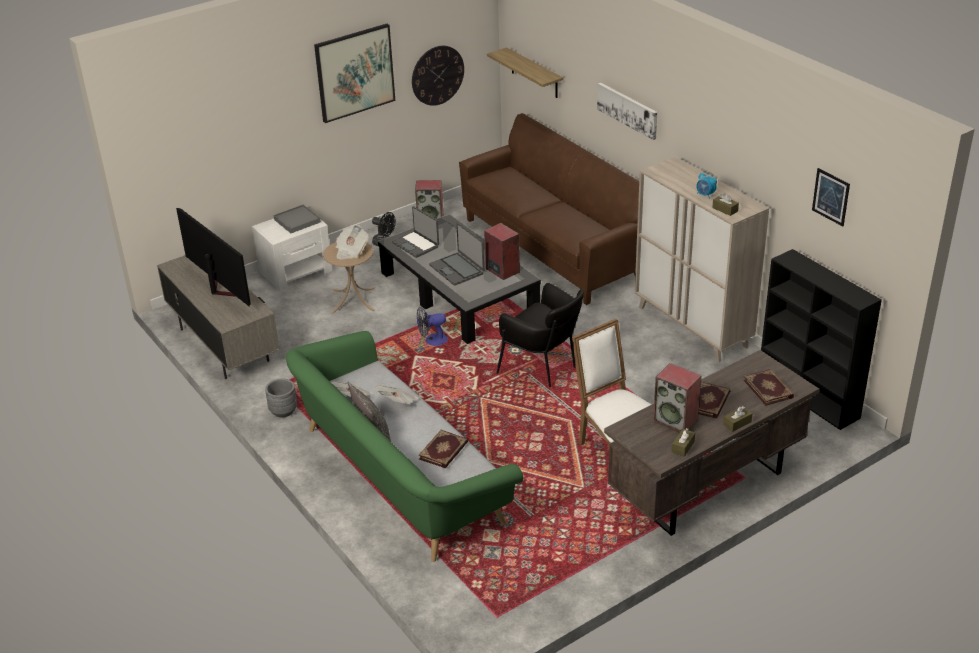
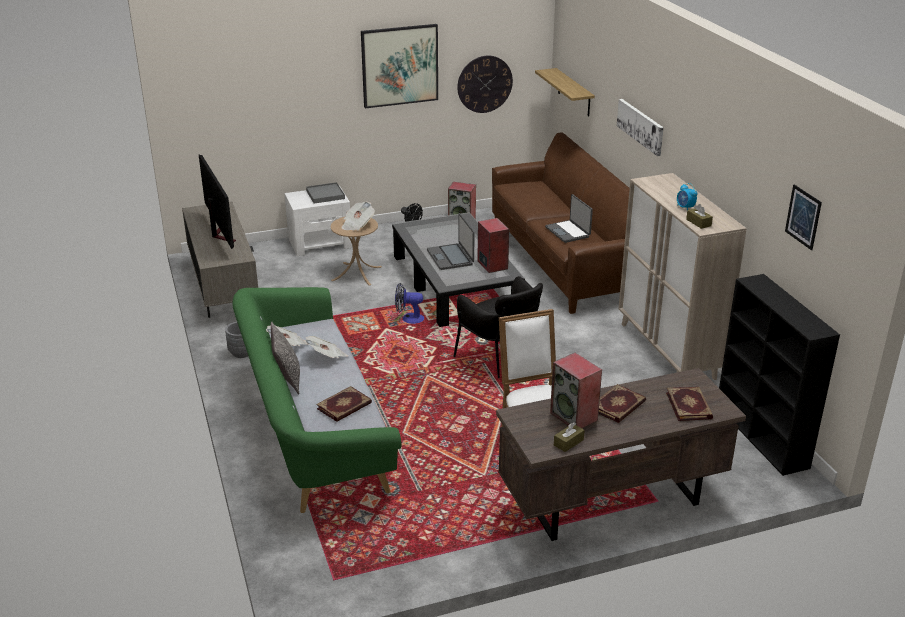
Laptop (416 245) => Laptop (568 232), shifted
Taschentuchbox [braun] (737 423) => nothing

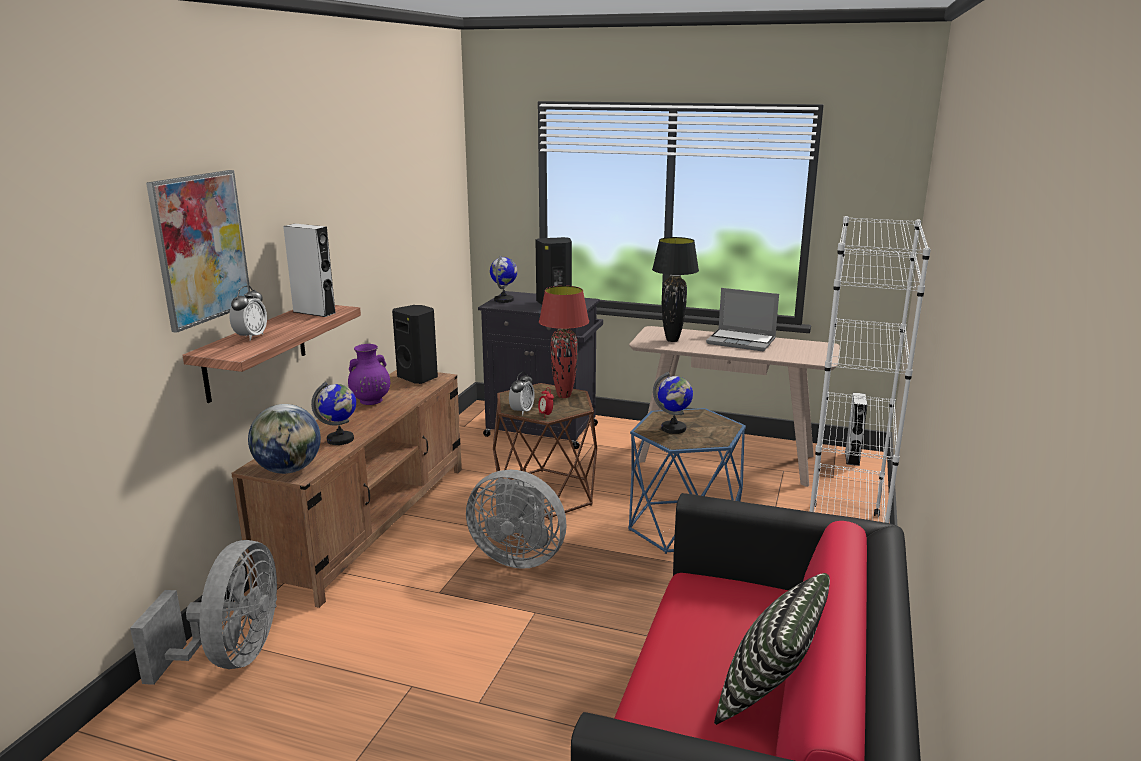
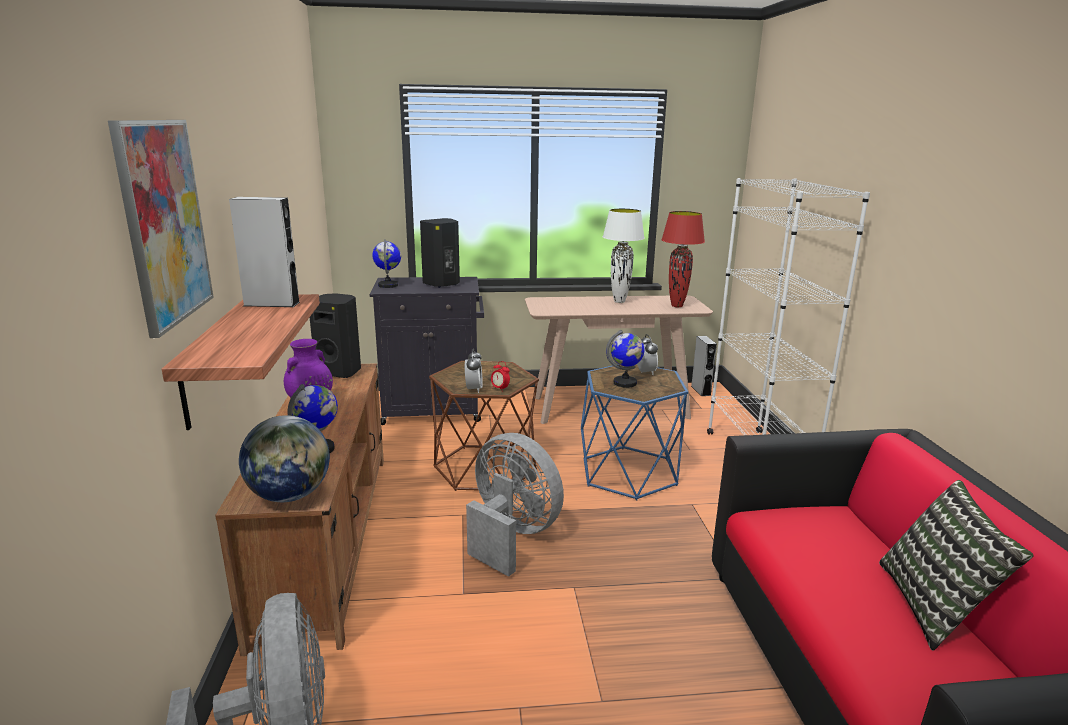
Tischlampe [schwarz] (672 340) => nothing
Wecker (251 337) => Wecker (645 372), shifted
Tischlampe [rot] (564 396) => Tischlampe [rot] (676 306), shifted
Laptop (742 341) => Tischlampe [weiß] (619 301)
Ventilator [grau] (518 556) => Ventilator [grau] (511 535), 135 degrees counterclockwise

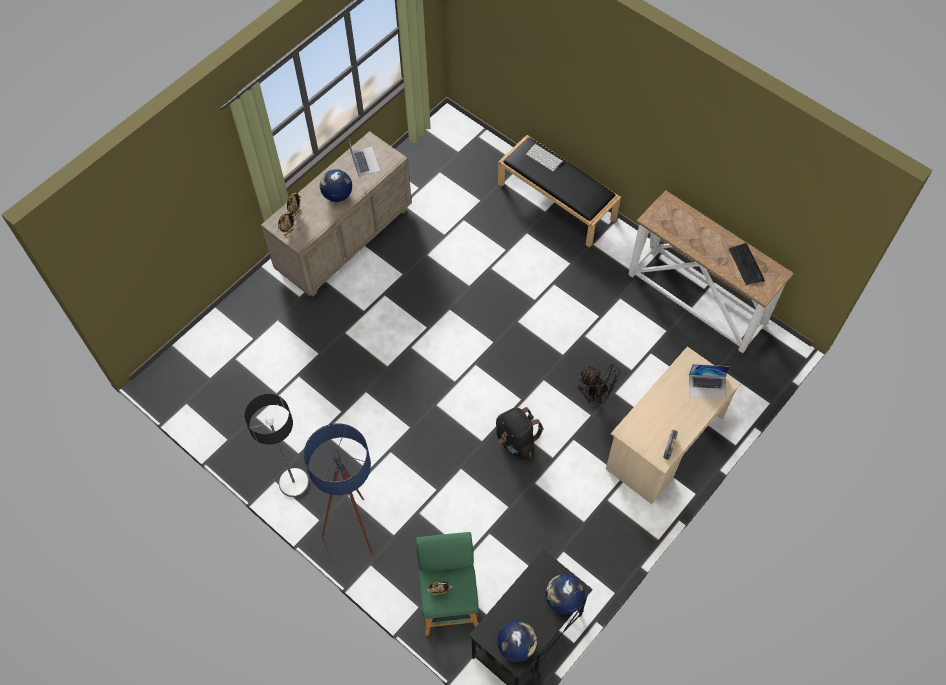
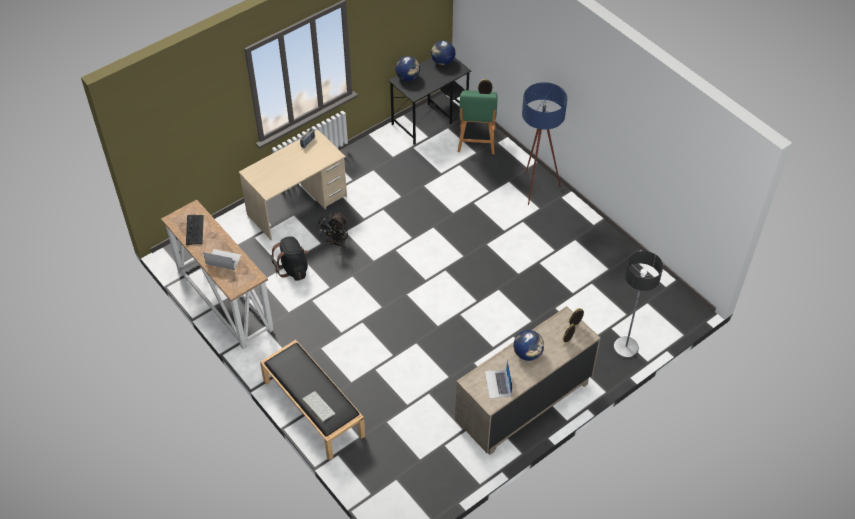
Ventilator [schwarz] (596 396) => Ventilator [schwarz] (336 243), 105 degrees counterclockwise
Laptop (707 386) => Laptop (223 259), shifted
Stehlampe (294 482) => Stehlampe (625 347), shifted
Rucksack [schwarz] (516 441) => Rucksack [schwarz] (293 268), shifted

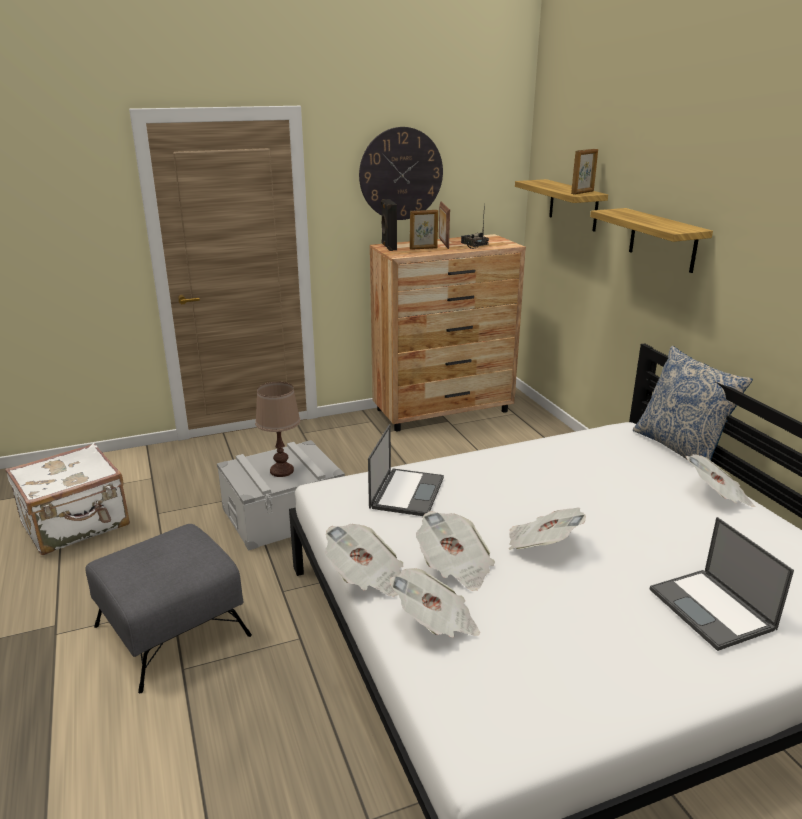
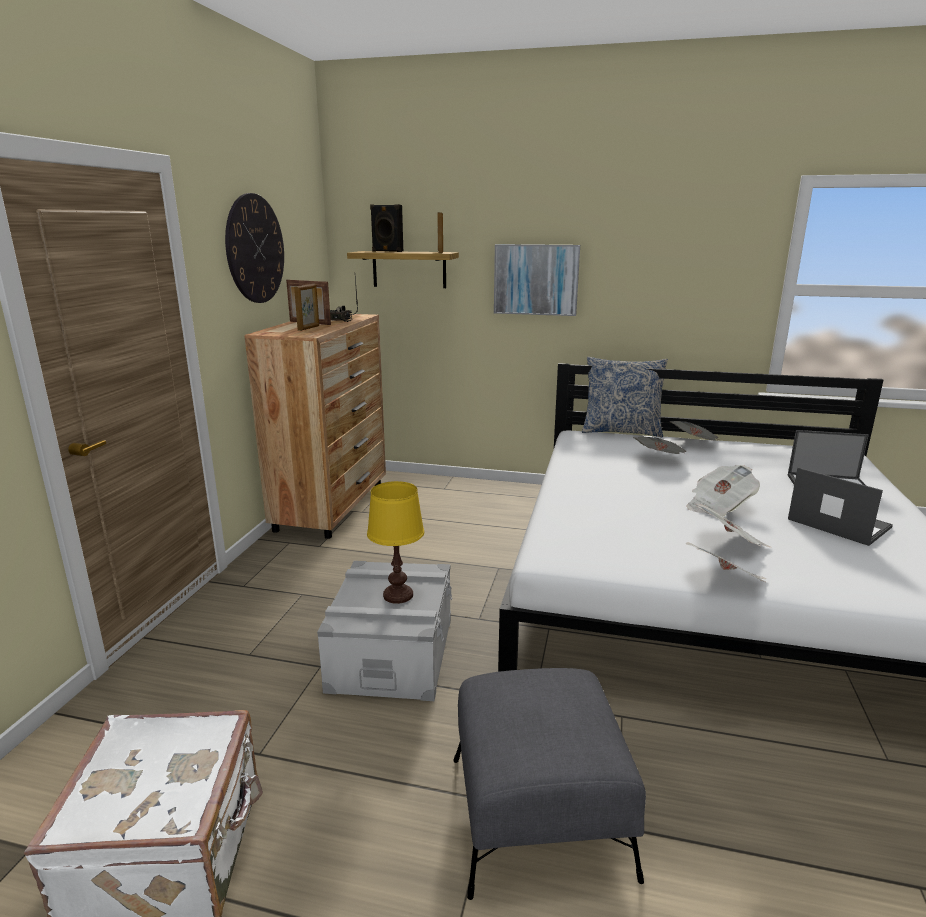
Lautsprecher [schwarz] (388 247) => Lautsprecher [schwarz] (387 251), shifted
Wandregal (662 240) => Bild (536 279)
Tischlampe [braun] (282 471) => Tischlampe [gelb] (398 595)
Laptop (407 492) => Laptop (837 523), shifted
Zeitung (435 623) => Zeitung (659 459), shifted

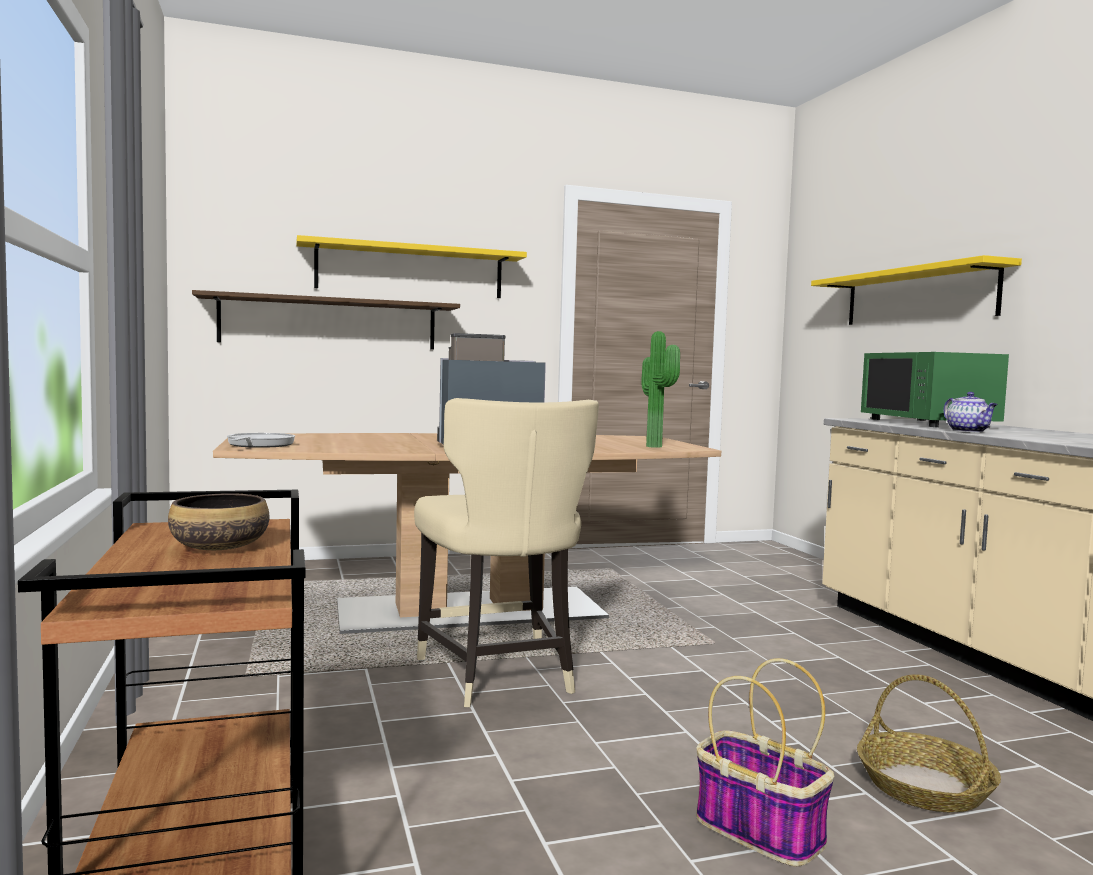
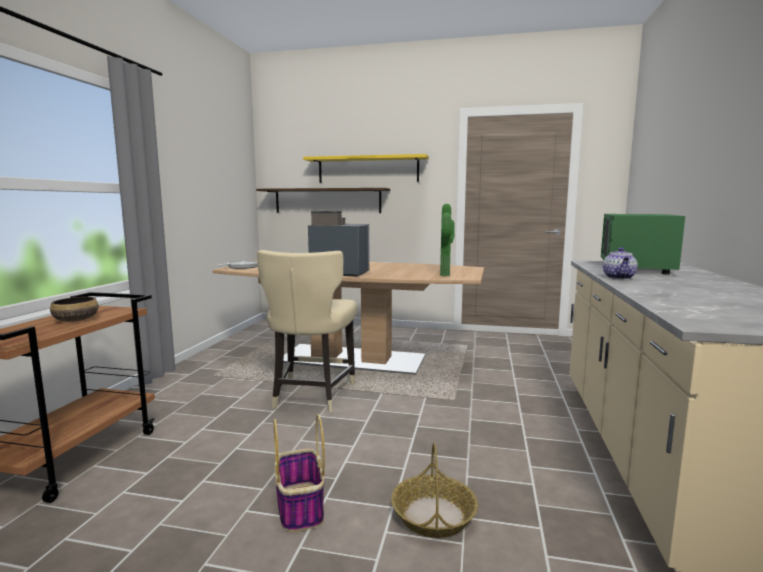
Wandregal [gelb] (918 296) => nothing

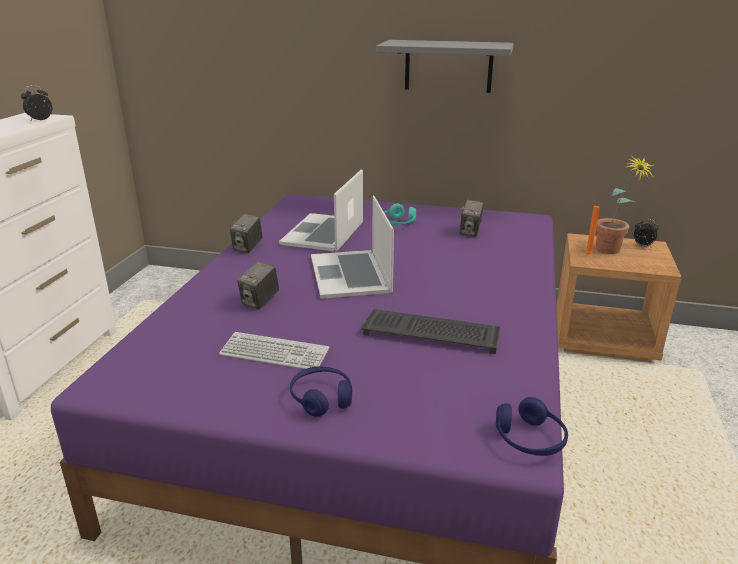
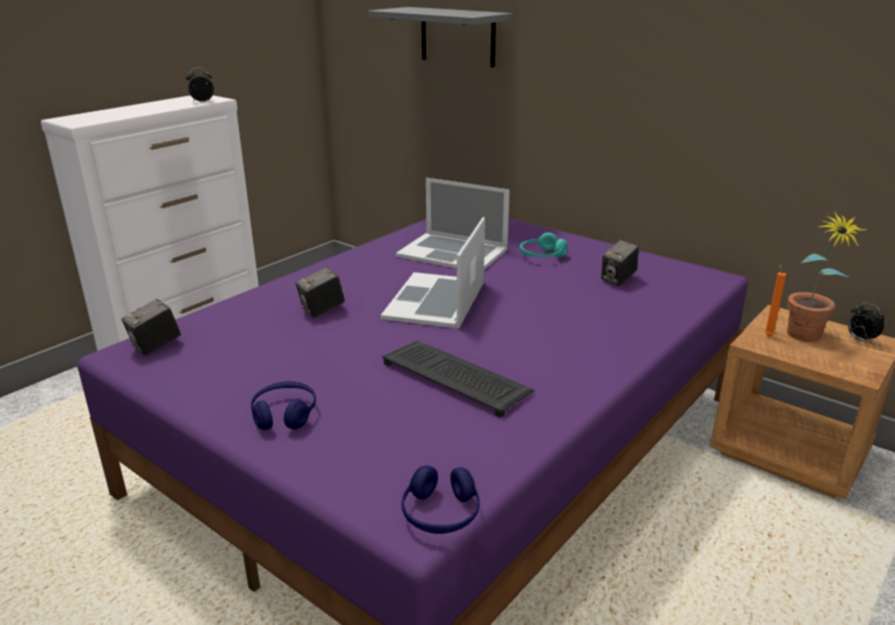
Wandregal [grau] (448 66) => Wandregal [grau] (457 36), shifted
Laptop (323 233) => Laptop (453 252), 105 degrees counterclockwise
Kamera (248 248) => Kamera (155 346), shifted
Tastatur (274 353) => nothing

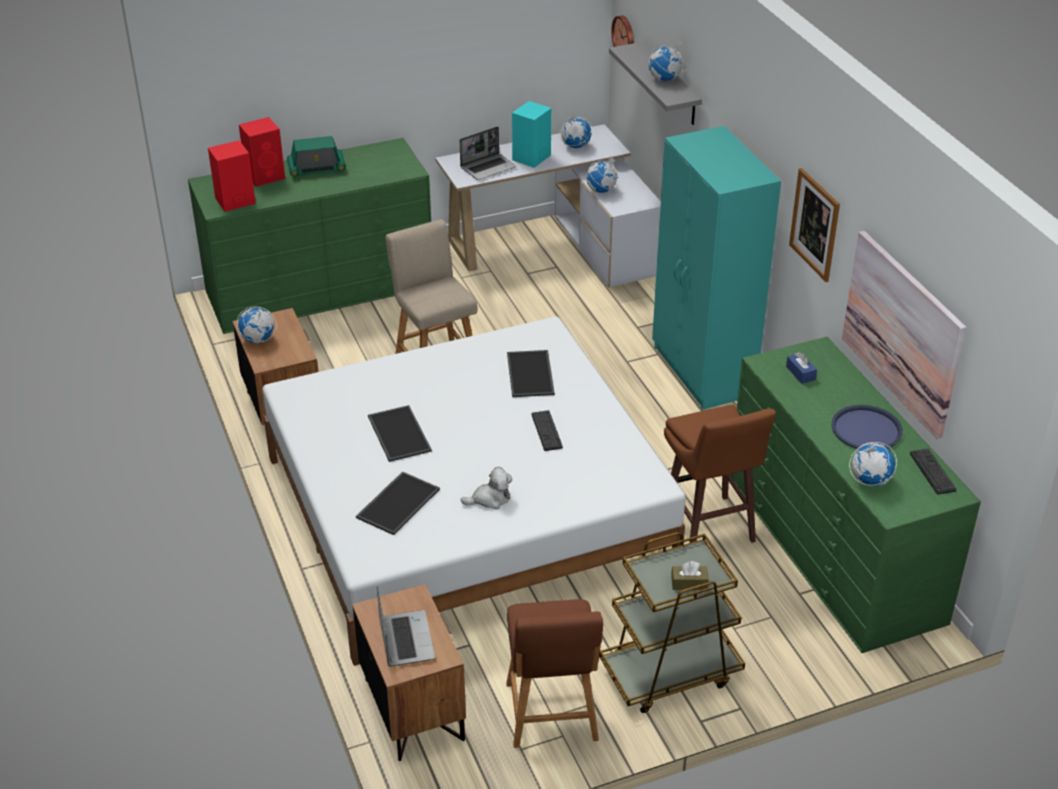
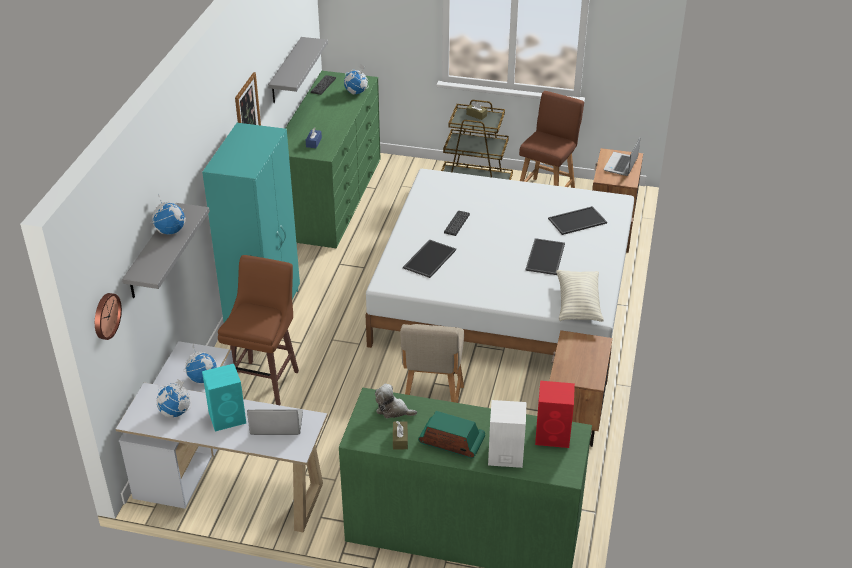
Lautsprecher [rot] (266 176) => Lautsprecher [weiß] (504 455)
Bild (902 332) => Wandregal [grau] (286 71)
Globus (258 340) => nothing
Hocker [braun] (708 529) => Hocker [braun] (266 382), shifted
Tablett [blau] (866 429) => nothing
Plüschtier (490 499) => Plüschtier (393 410), shifted
nothing => Kissen (578 304)
nothing => Taschentuchbox [braun] (400 439)

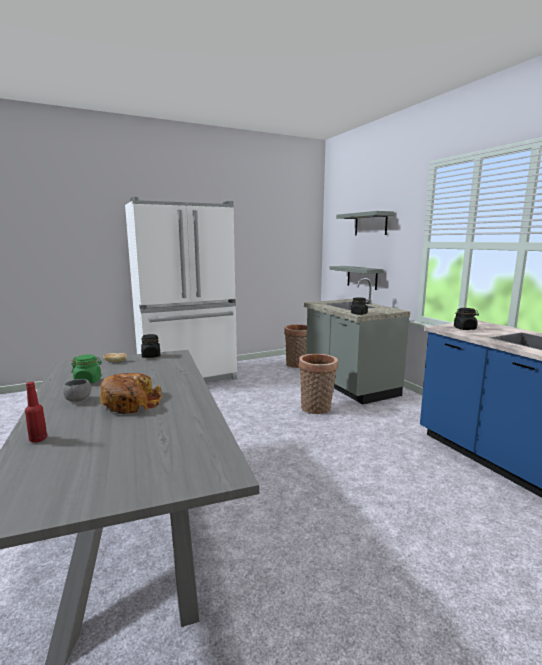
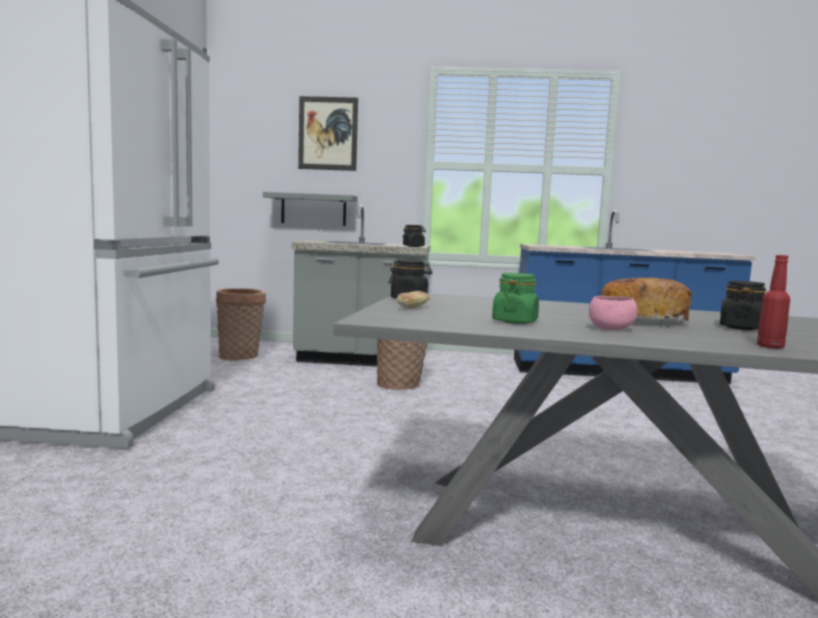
Wandregal [grau] (370 224) => Bild (328 133)
Vorratsglas [schwarz] (465 328) => Vorratsglas [schwarz] (740 327), shifted
Schüssel [grau] (78 400) => Schüssel [rosa] (610 329)

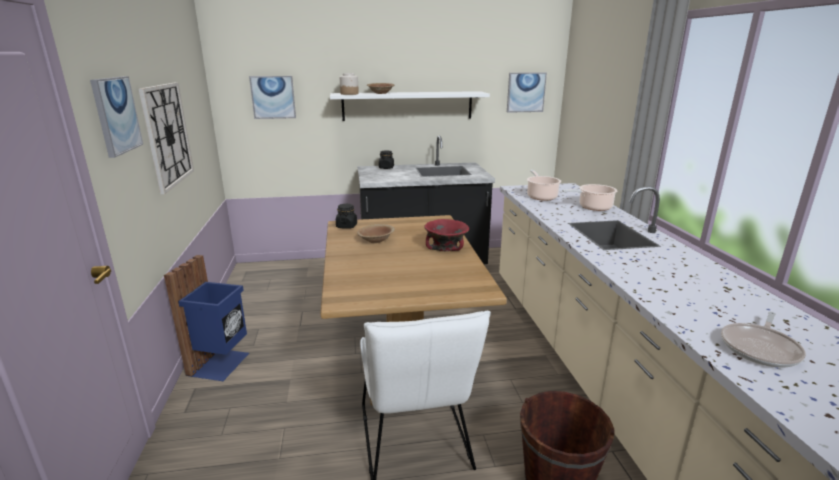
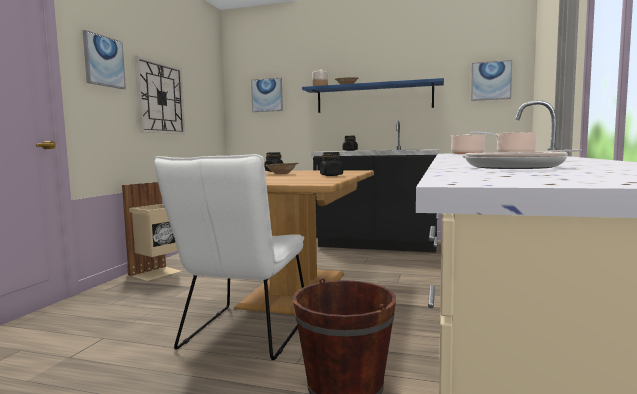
Wandregal [weiß] (407 106) => Wandregal [blau] (374 98)
Schüssel [rot] (445 248) => Vorratsglas [schwarz] (331 175)
Mülleimer [blau] (221 364) => Mülleimer [beige] (157 273)

